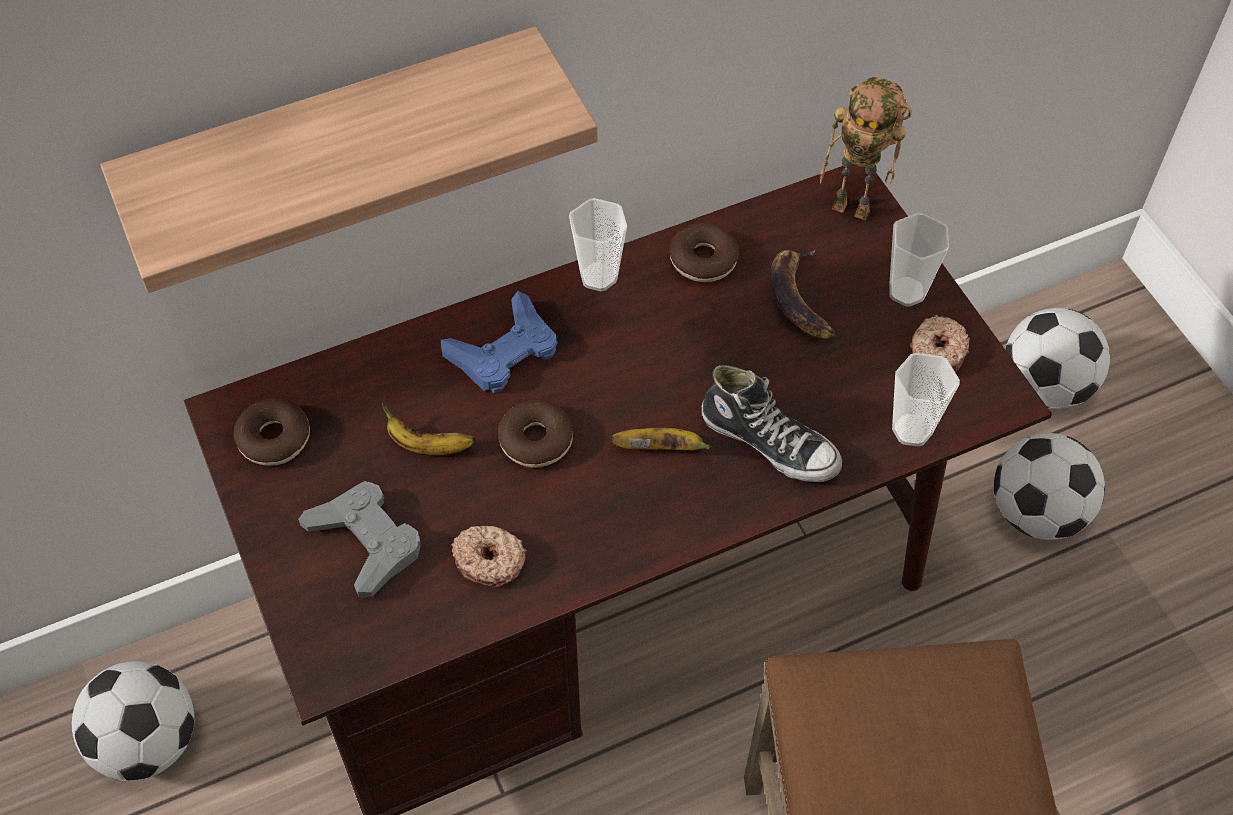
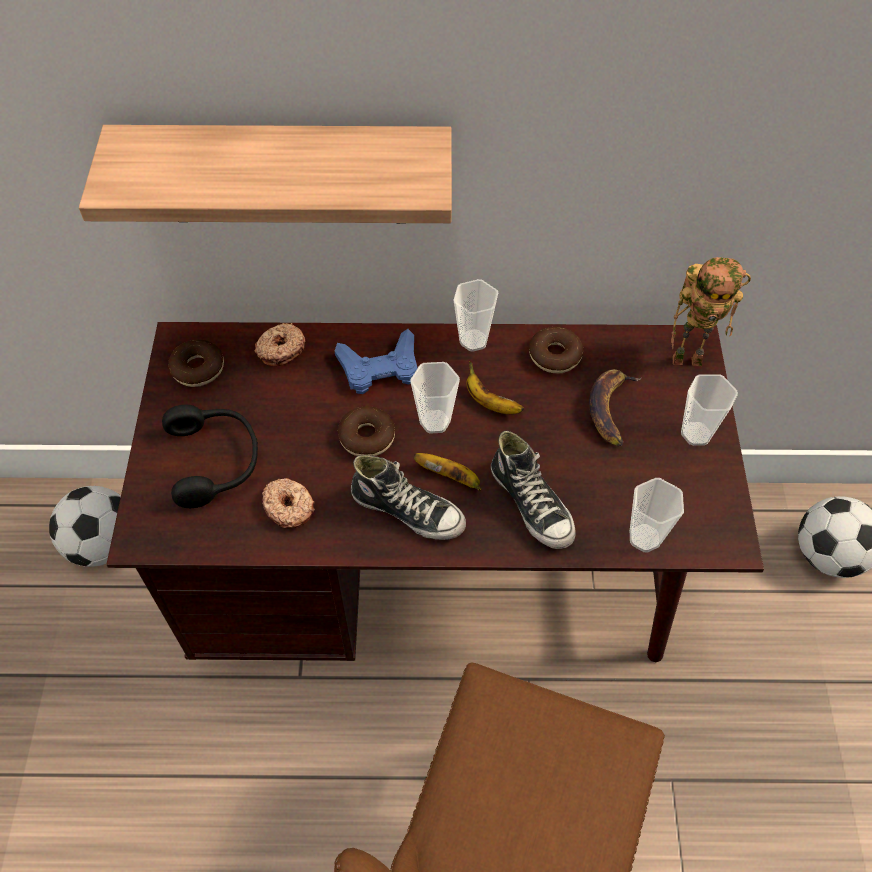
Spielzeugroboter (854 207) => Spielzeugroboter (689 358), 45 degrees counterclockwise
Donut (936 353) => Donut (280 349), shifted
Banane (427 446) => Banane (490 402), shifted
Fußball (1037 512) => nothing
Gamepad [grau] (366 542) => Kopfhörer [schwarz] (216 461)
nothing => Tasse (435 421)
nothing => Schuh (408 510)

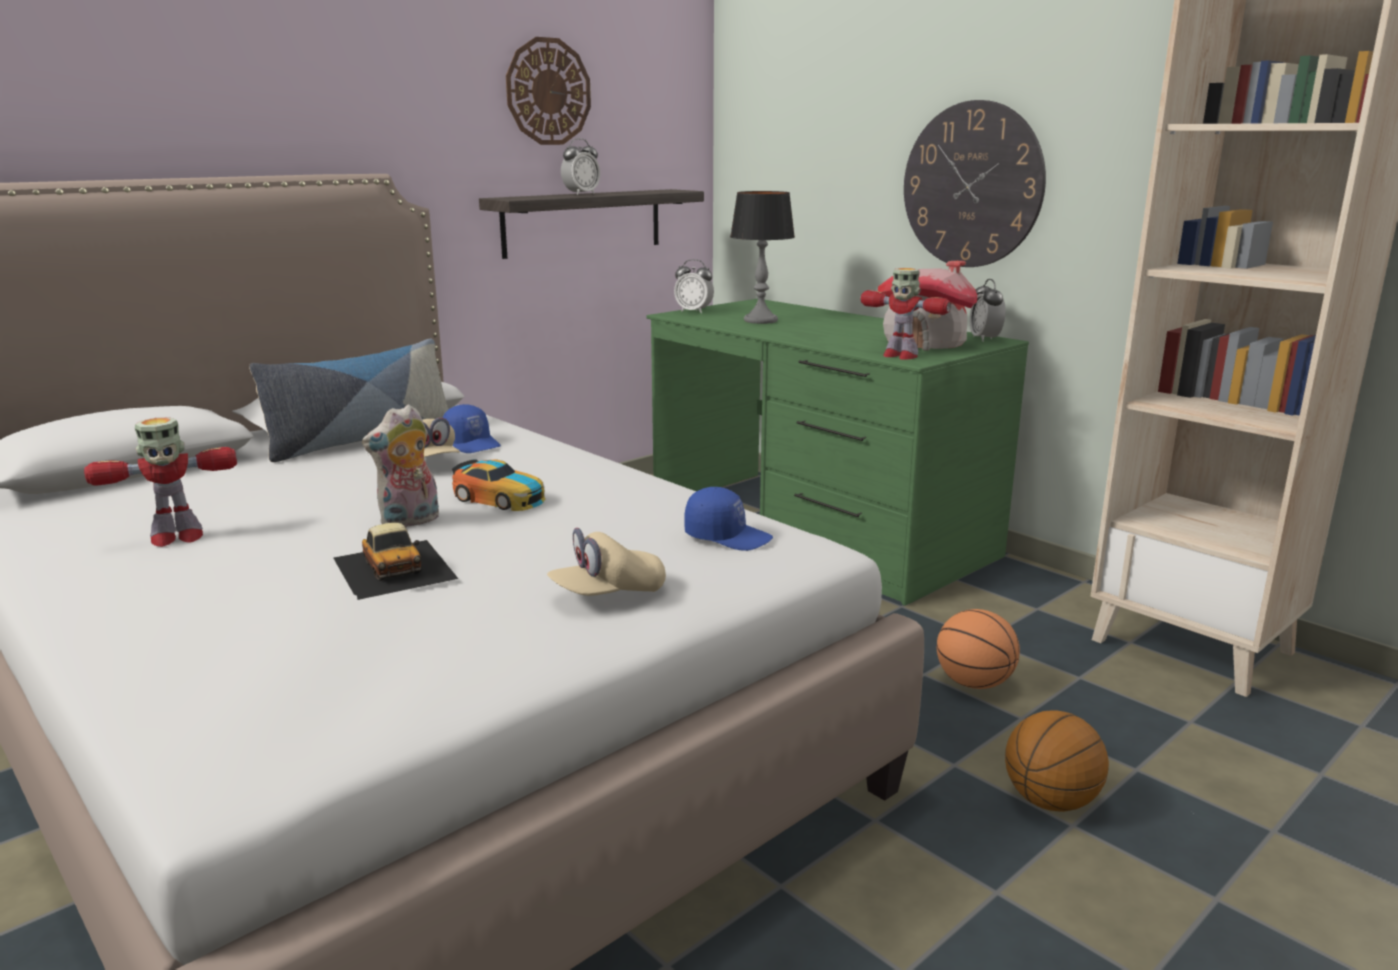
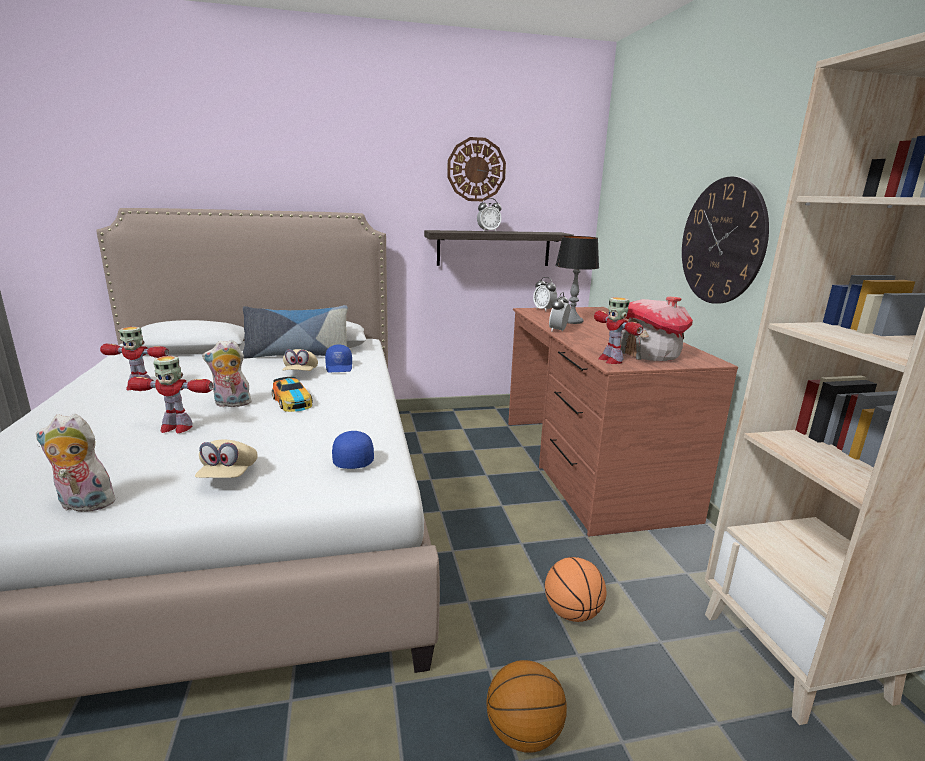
Wecker (985 339) => Wecker (558 330), shifted
Schreibtisch [grün] (817 530) => Schreibtisch [braun] (589 466)
Kappe [blau] (728 536) => Kappe [blau] (353 459), 150 degrees counterclockwise
Spielzeugauto (394 567) => Spielzeugroboter (176 428)
Kappe [beige] (608 594) => Kappe [beige] (229 476), 90 degrees counterclockwise
nothing => Plüschtier (83 505)

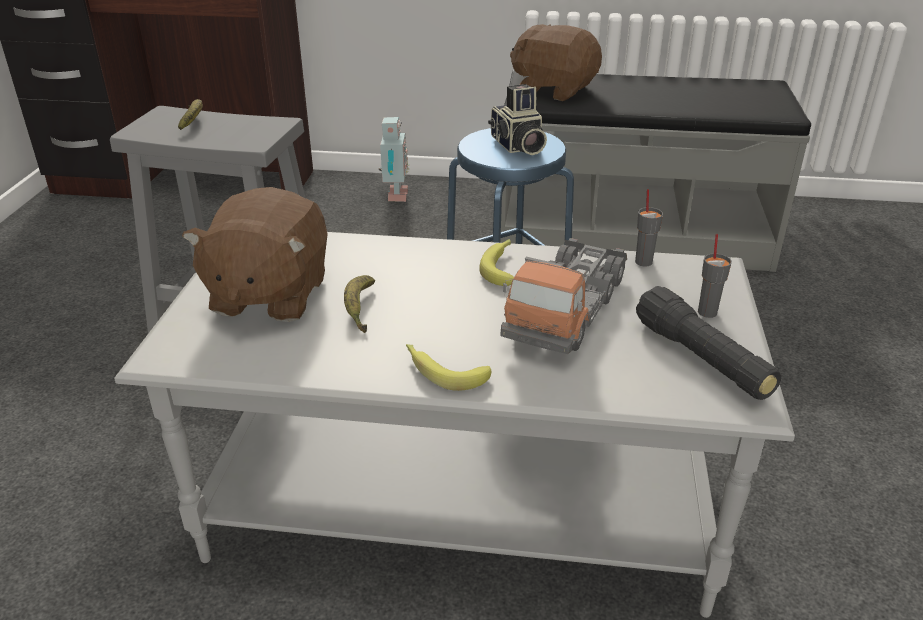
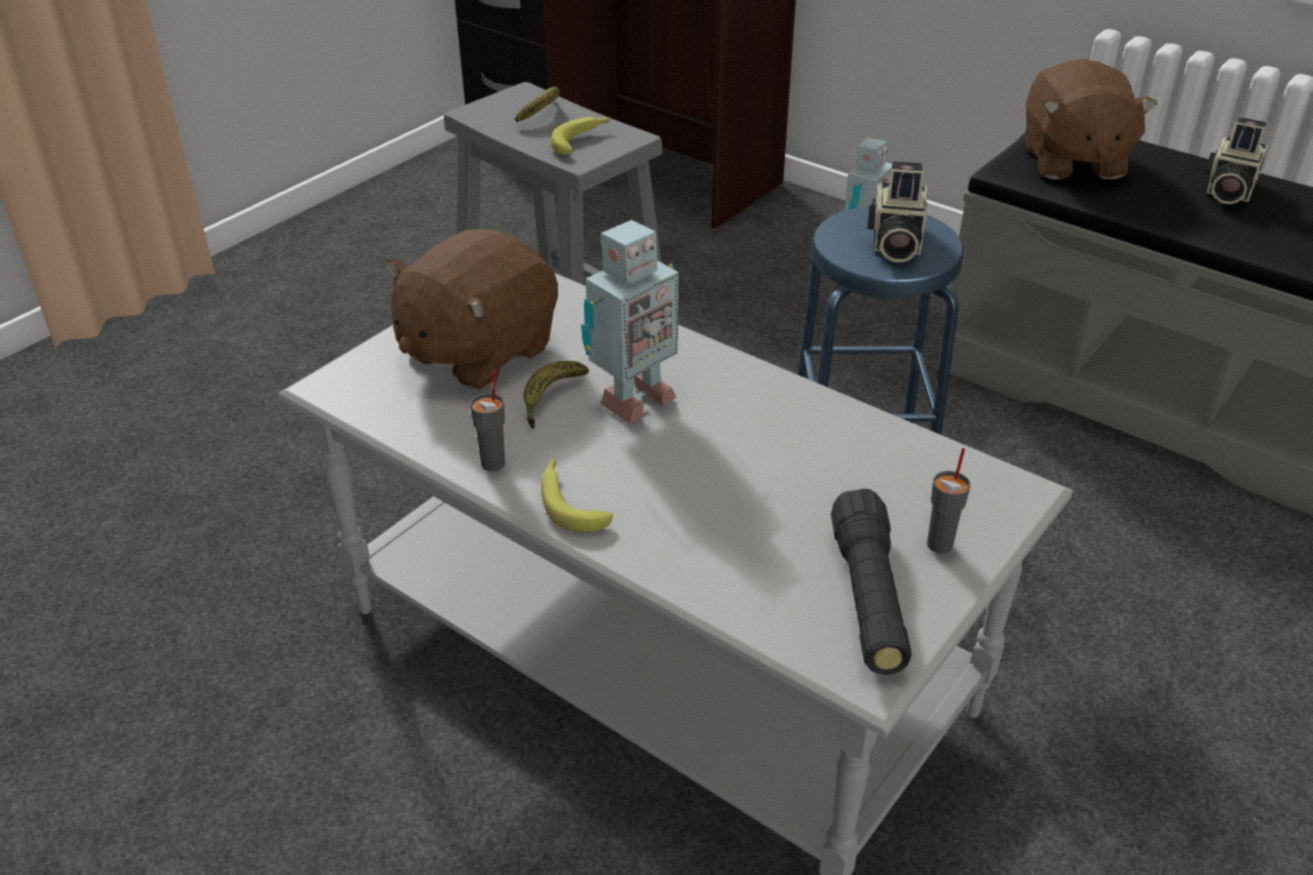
Plüschtier [braun] (554 90) => Plüschtier [braun] (1071 161), 150 degrees counterclockwise
Tasse [grau] (643 261) => Tasse [grau] (494 463), shifted
Spielzeuglaster (566 310) => nothing
Banane (502 267) => Banane (582 140), shifted
nothing => Kamera (1227 190)
nothing => Spielzeugroboter (632 400)

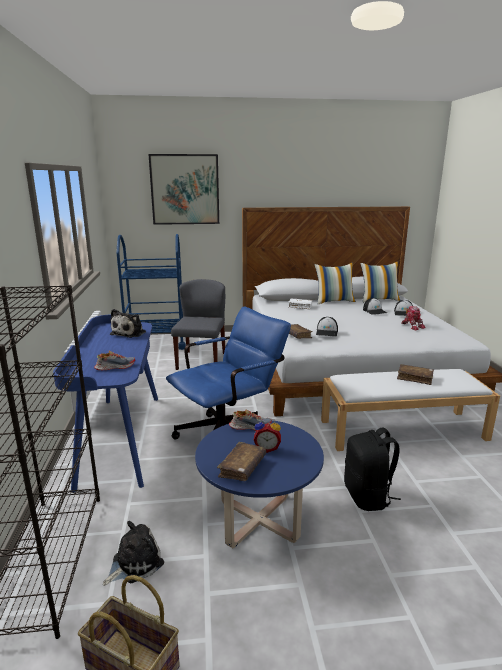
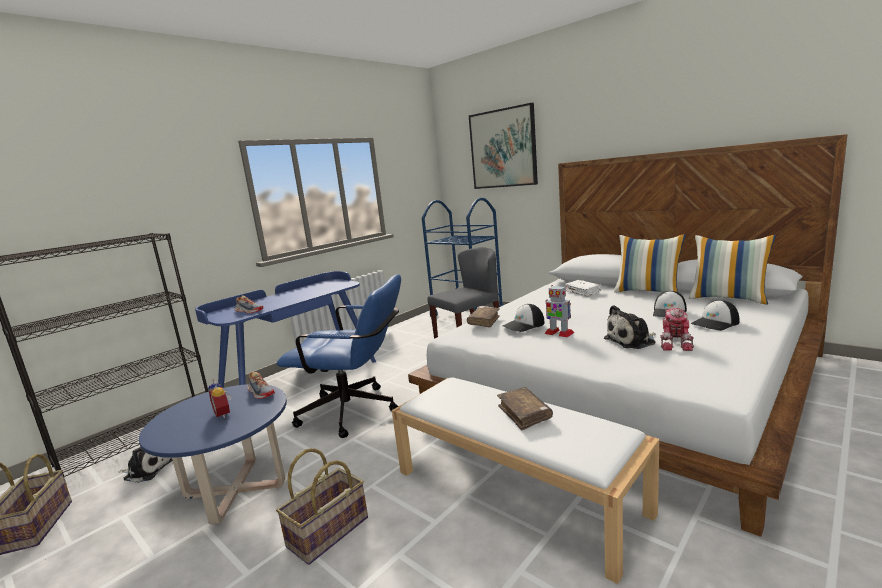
Plüschtier (130 333) => Plüschtier (632 341), shifted
Rucksack [schwarz] (368 496) => Korb (328 533)
Buch [braun] (242 467) => nothing
nothing => Spielzeugroboter (558 333)

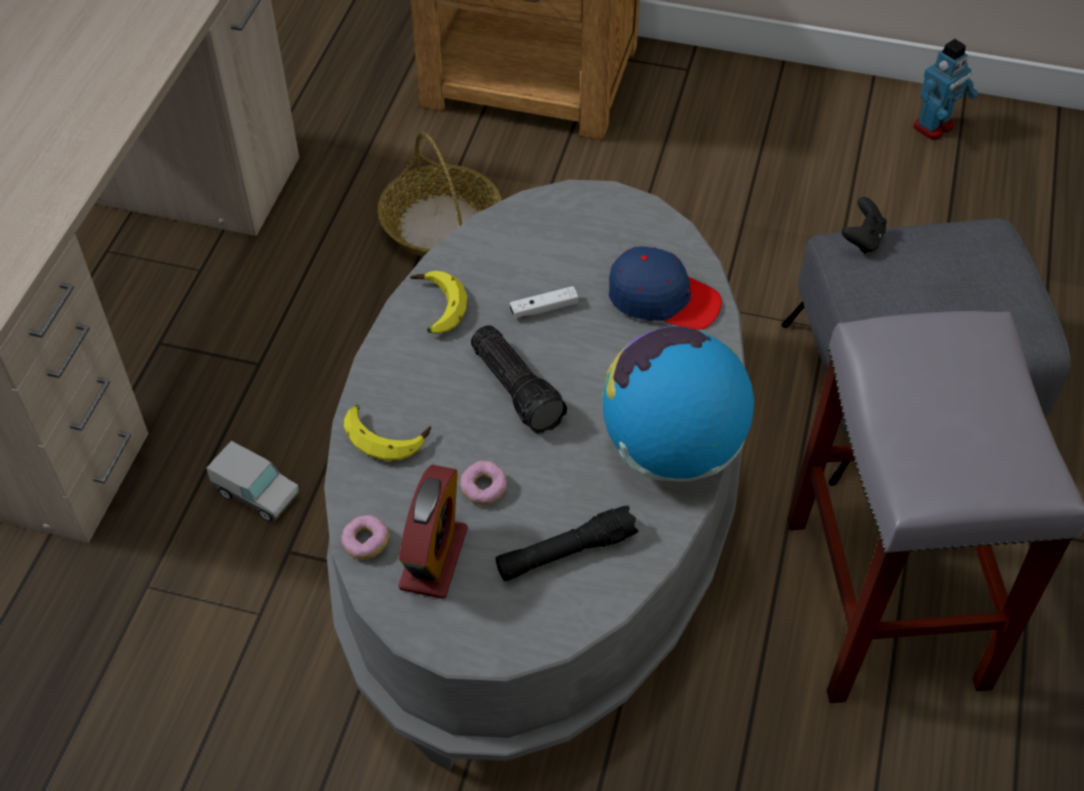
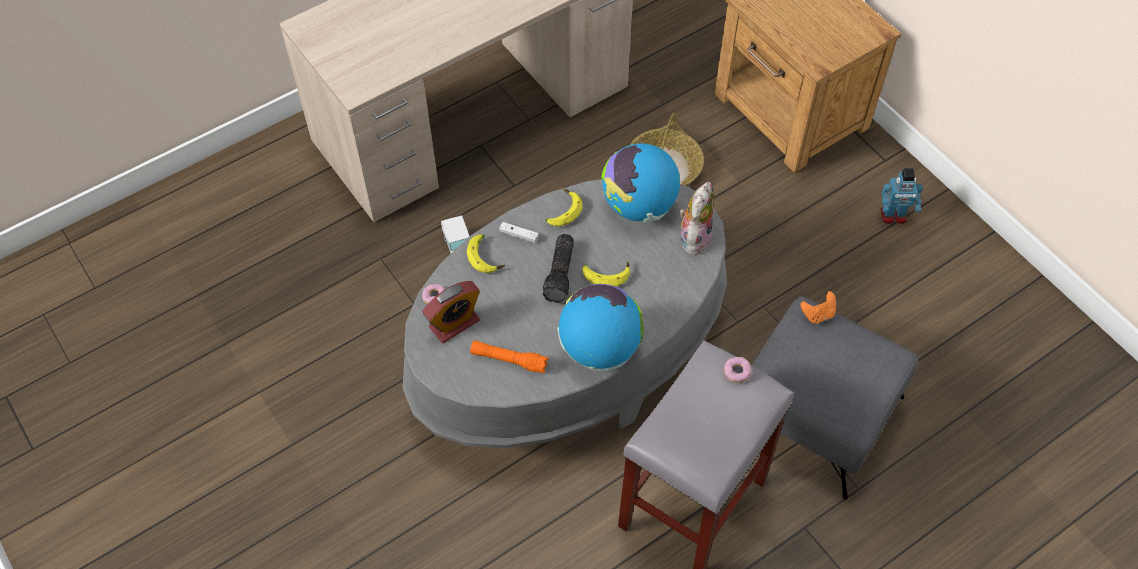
Spielzeugroboter (934 127) => Spielzeugroboter (893 216), shifted
Gamepad [schwarz] (862 240) => Gamepad [orange] (818 314)
Kappe [blau] (663 298) => nothing
Gamepad [weiß] (544 308) => Gamepad [weiß] (519 235), shifted
Donut (483 489) => Donut (736 373), shifted
Taschenlampe [schwarz] (565 553) => Taschenlampe [orange] (508 360)
nothing => Globus (638 206)
nothing => Plüschtier (693 237)
nothing => Banane (606 273)

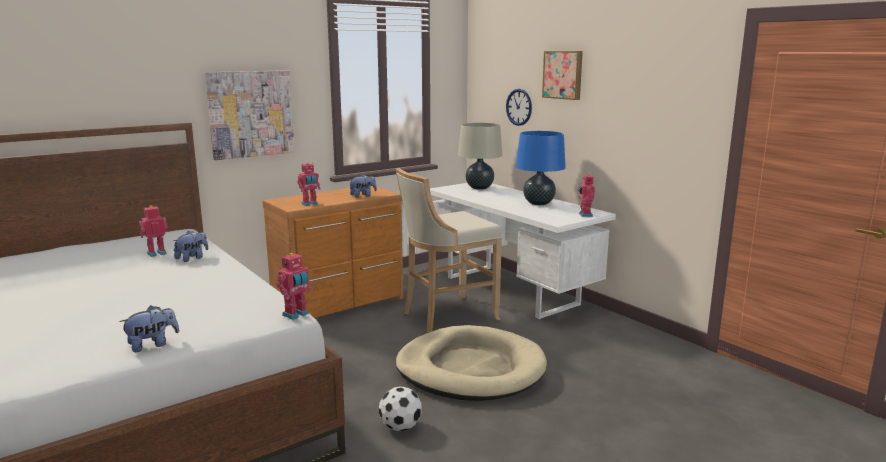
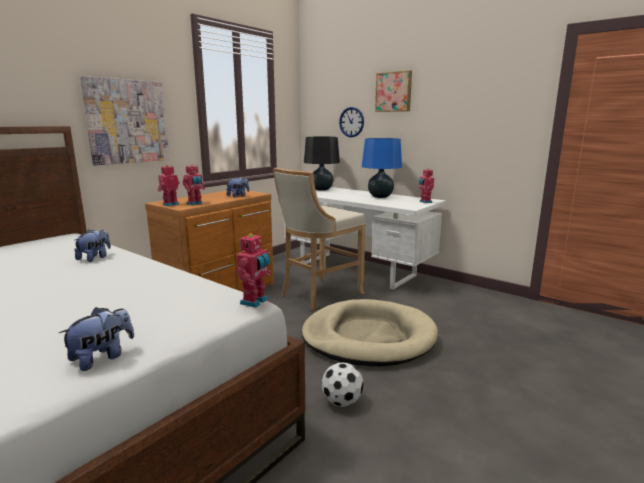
Tischlampe [beige] (479 188) => Tischlampe [schwarz] (321 189)
Spielzeugroboter (156 253) => Spielzeugroboter (170 204), shifted

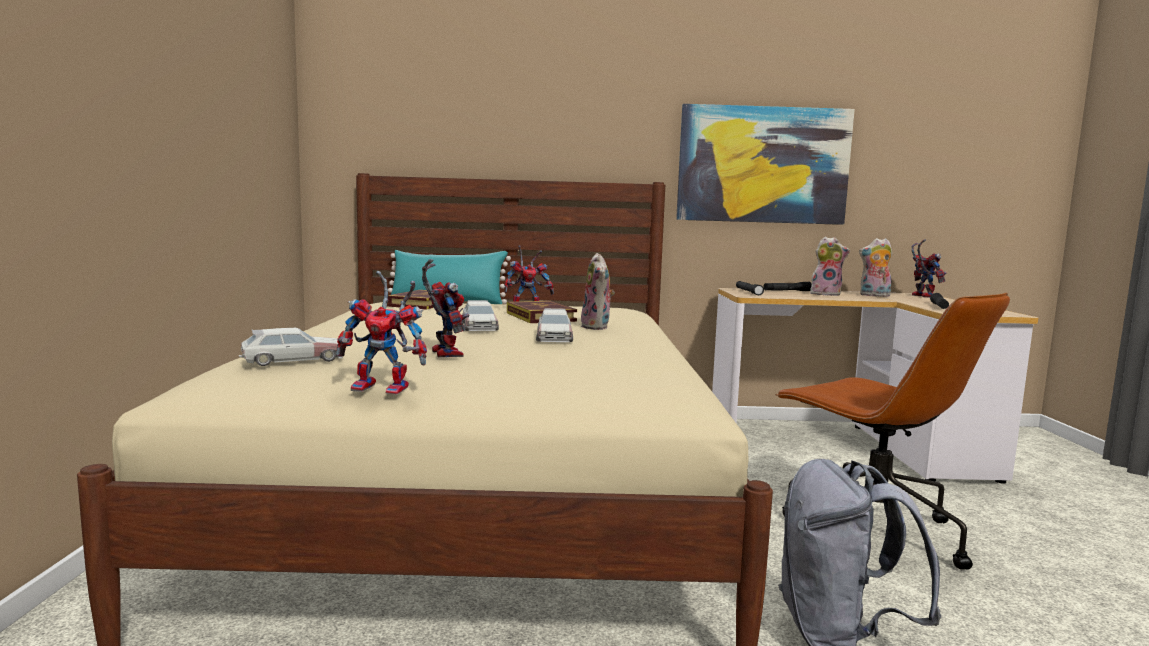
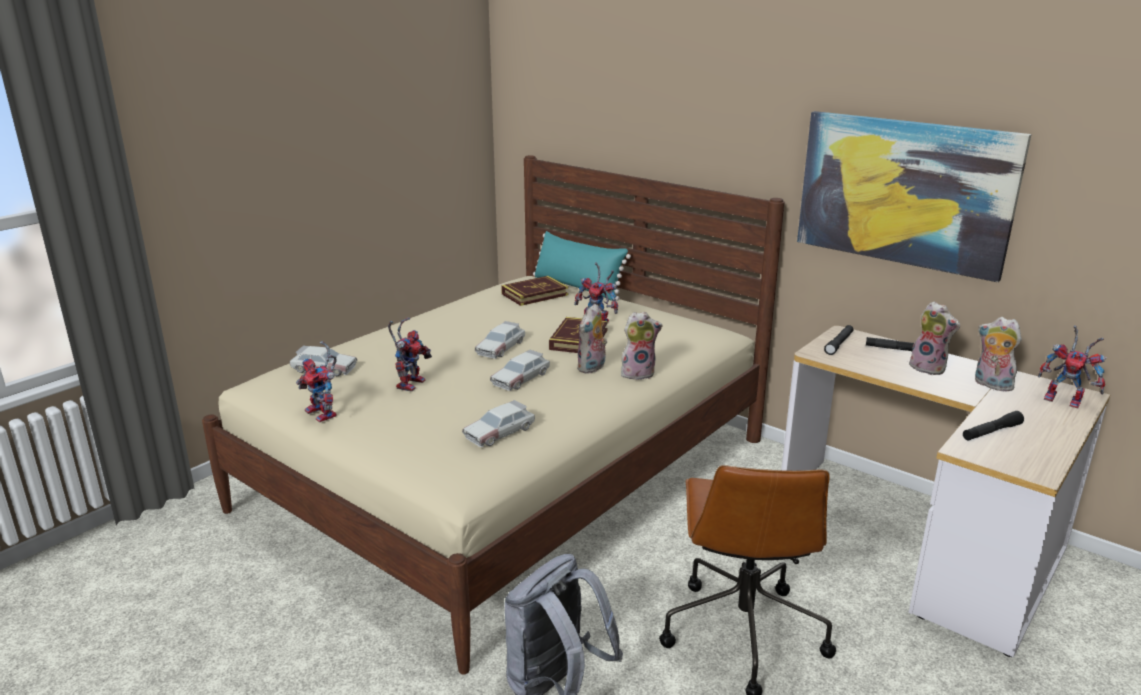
Spielzeugroboter (921 296) => Spielzeugroboter (1066 400), 90 degrees clockwise
nothing => Plüschtier (638 373)
nothing => Spielzeugauto (500 432)

